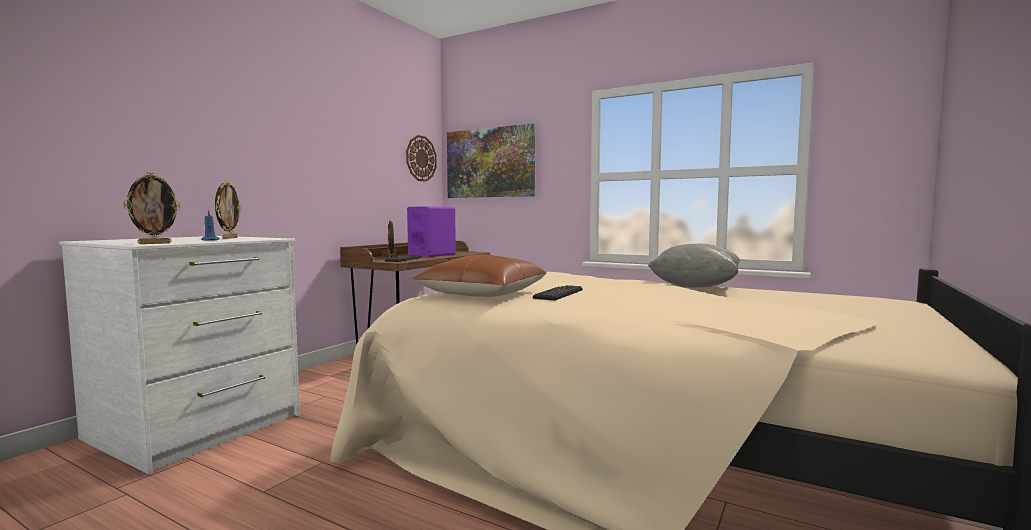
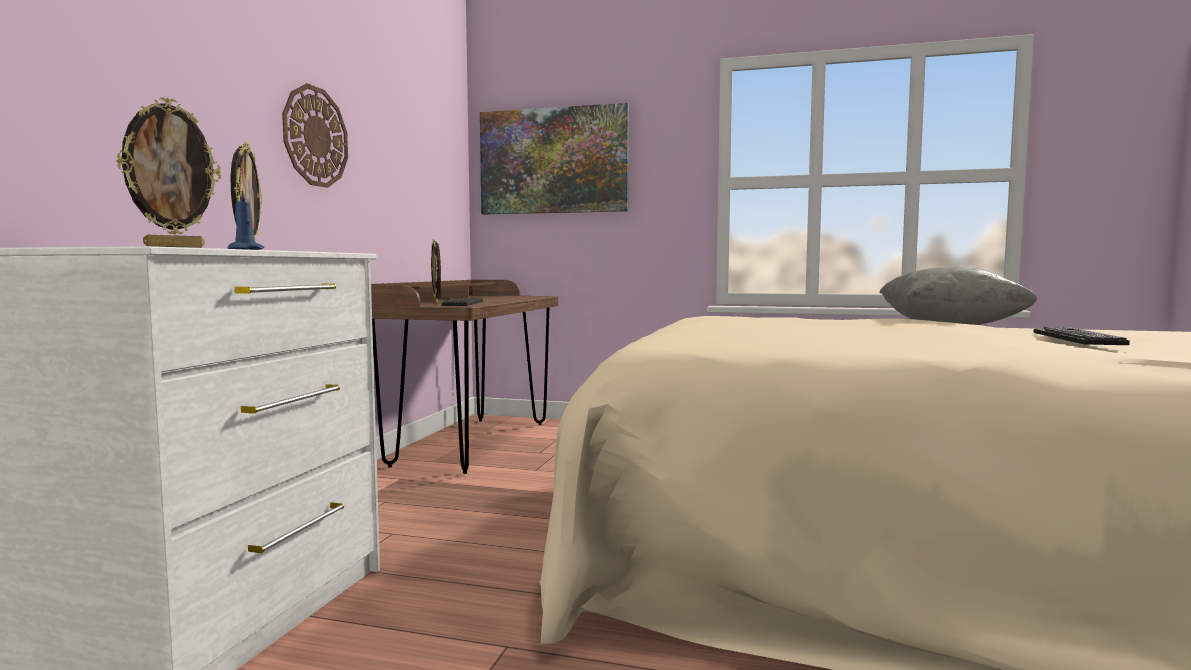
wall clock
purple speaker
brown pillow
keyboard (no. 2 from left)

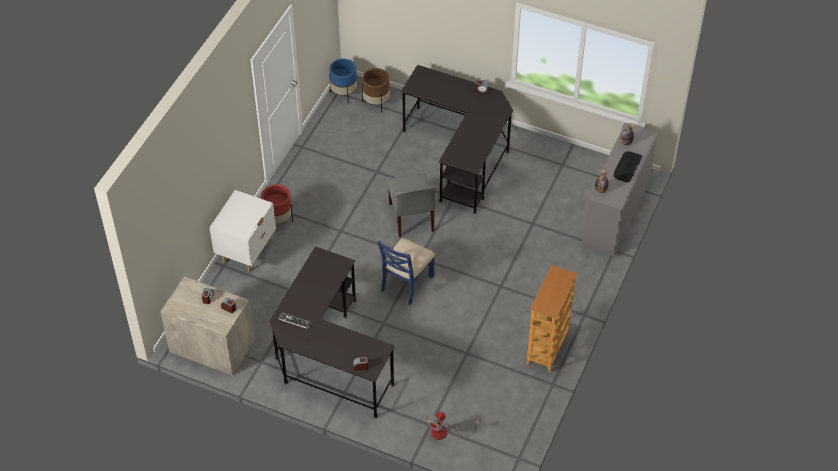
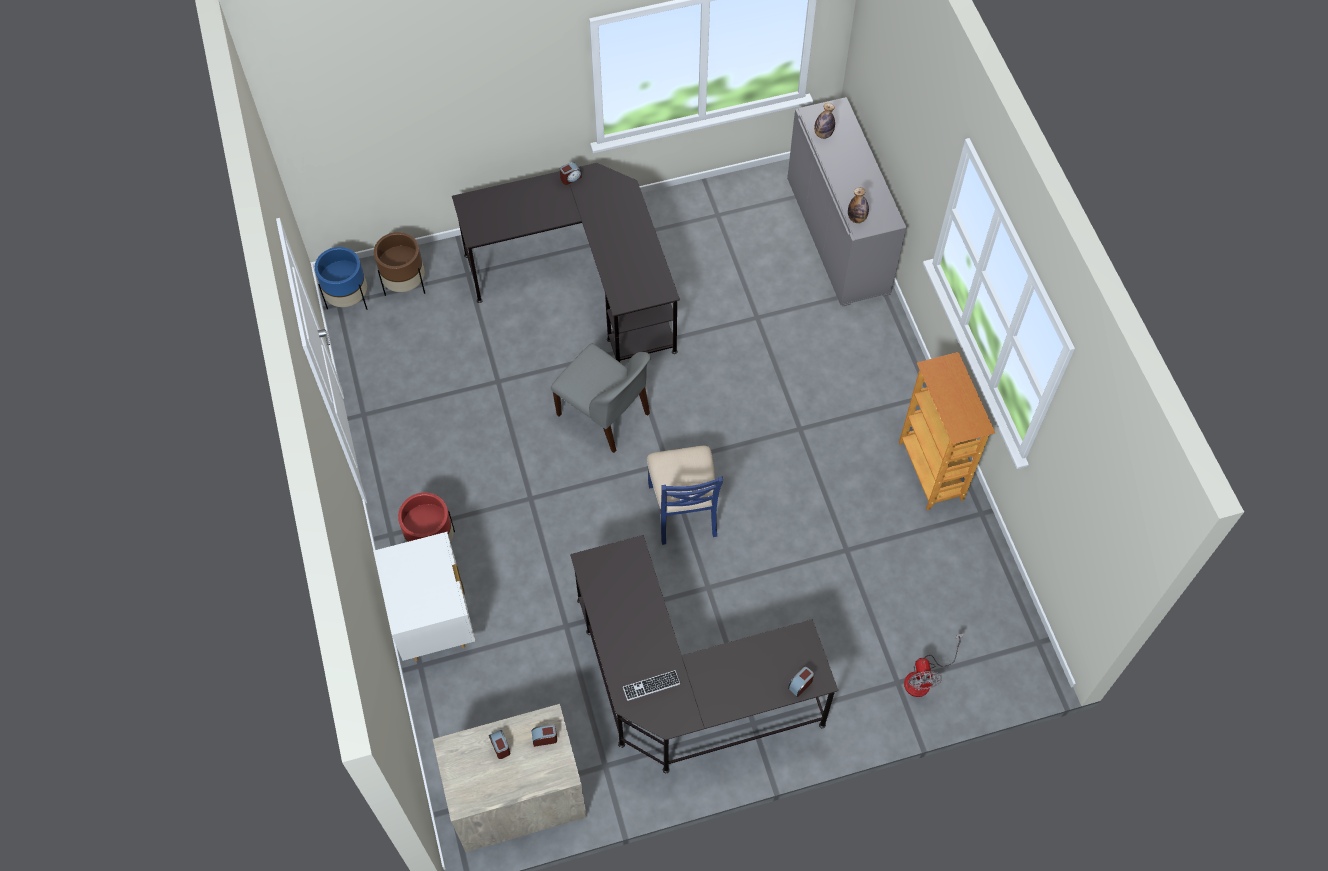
keyboard (no. 2 from left in the first image)

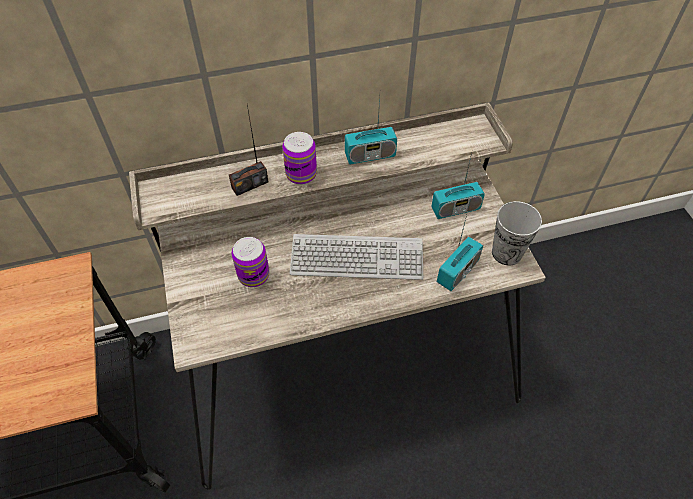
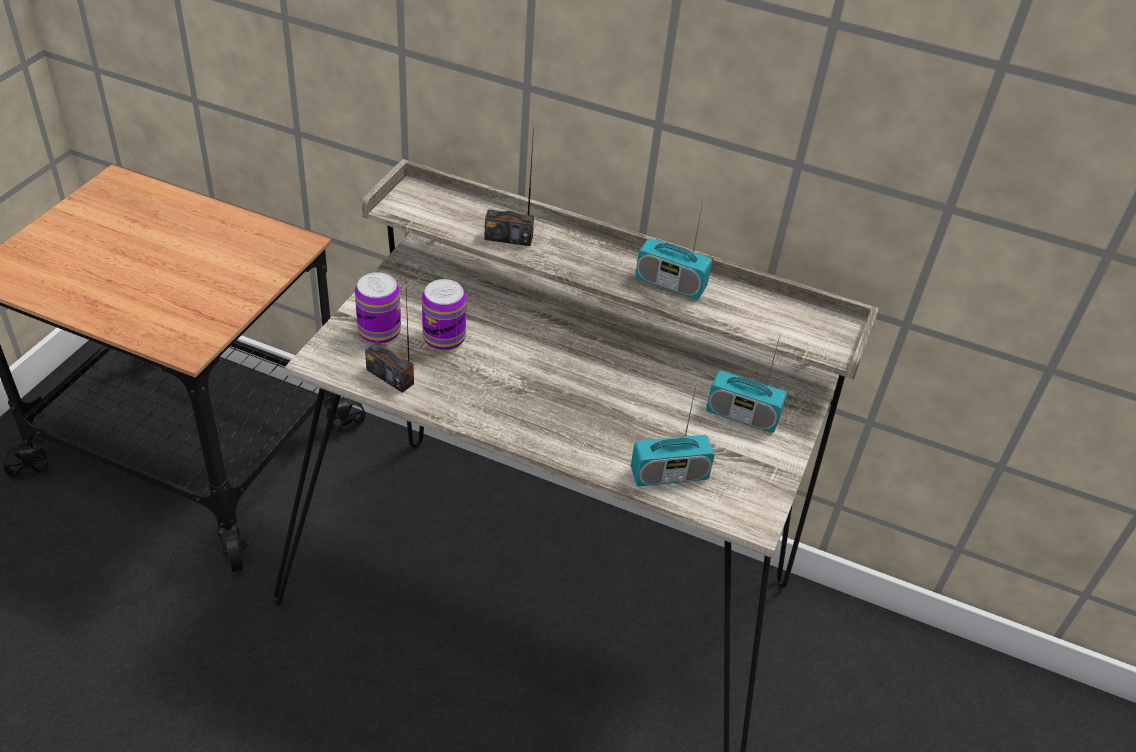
can (no. 1 from left)
cup
keyboard
radio (no. 1 from left)

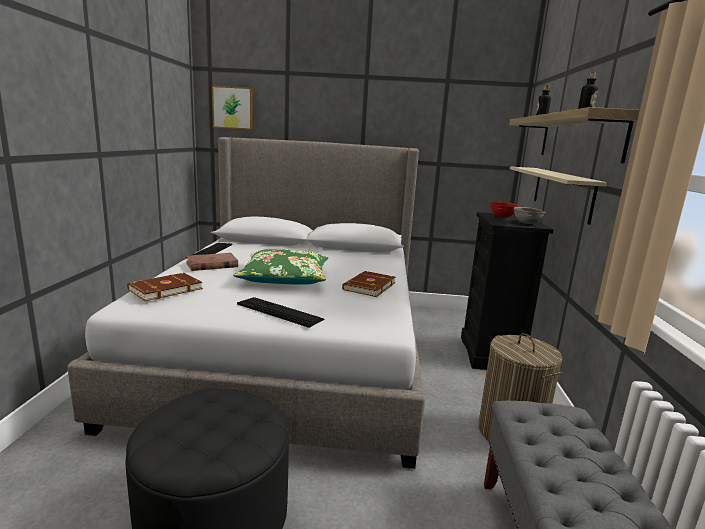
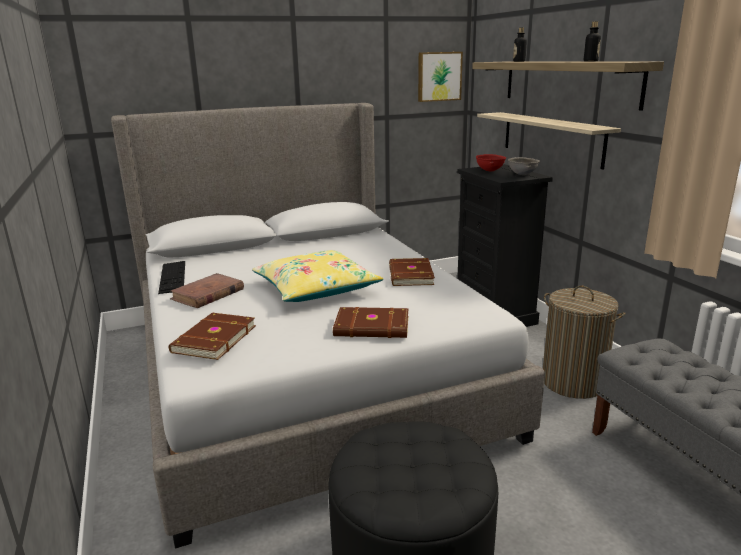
picture
yellow pillow
brown book (no. 3 from left)

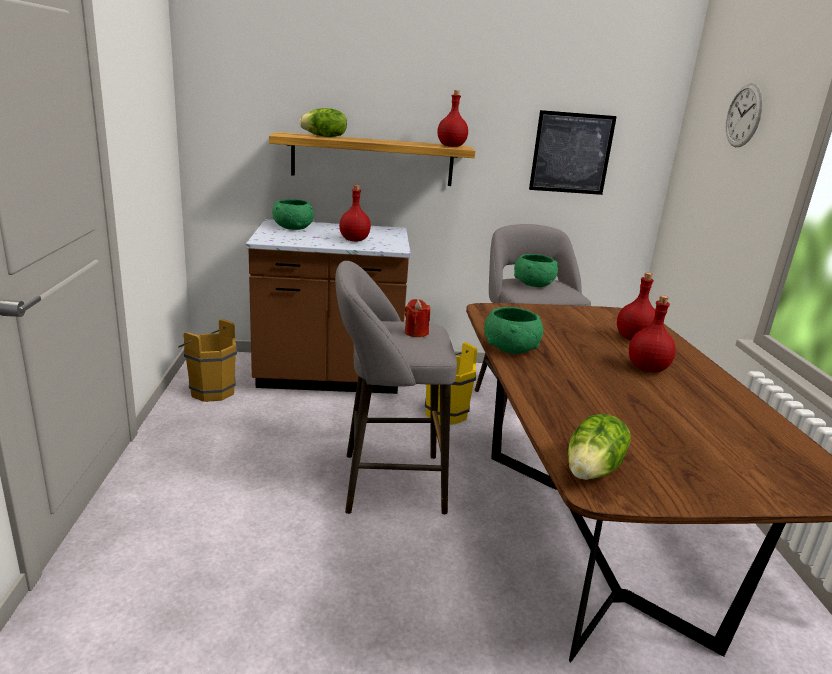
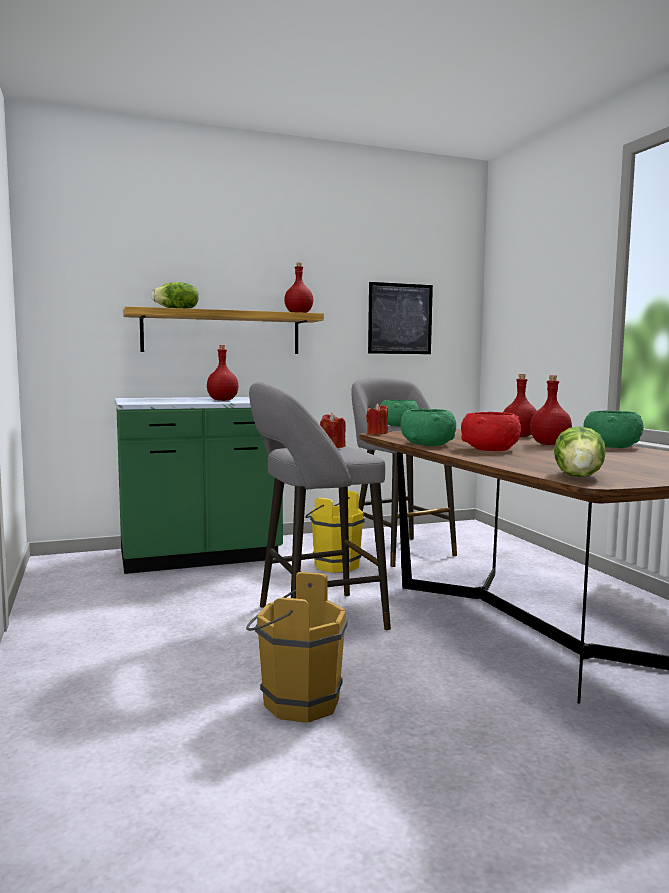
wall clock
green bowl (no. 3 from left)
green counter
brown bucket
red candle (no. 2 from left)
red bowl

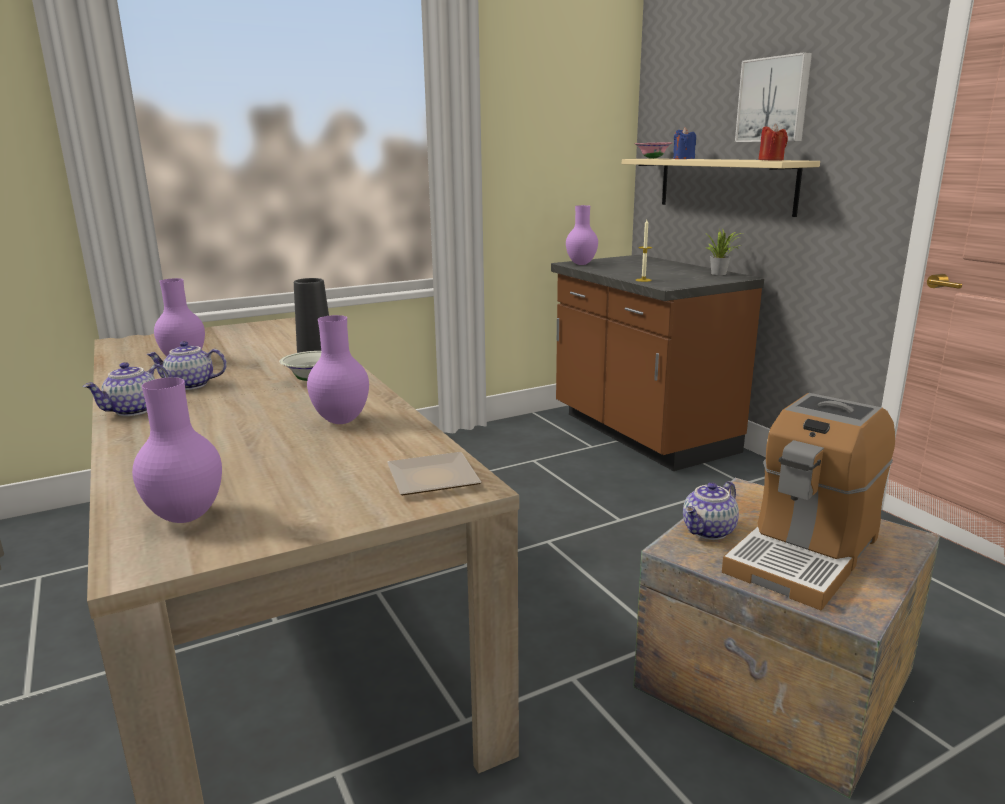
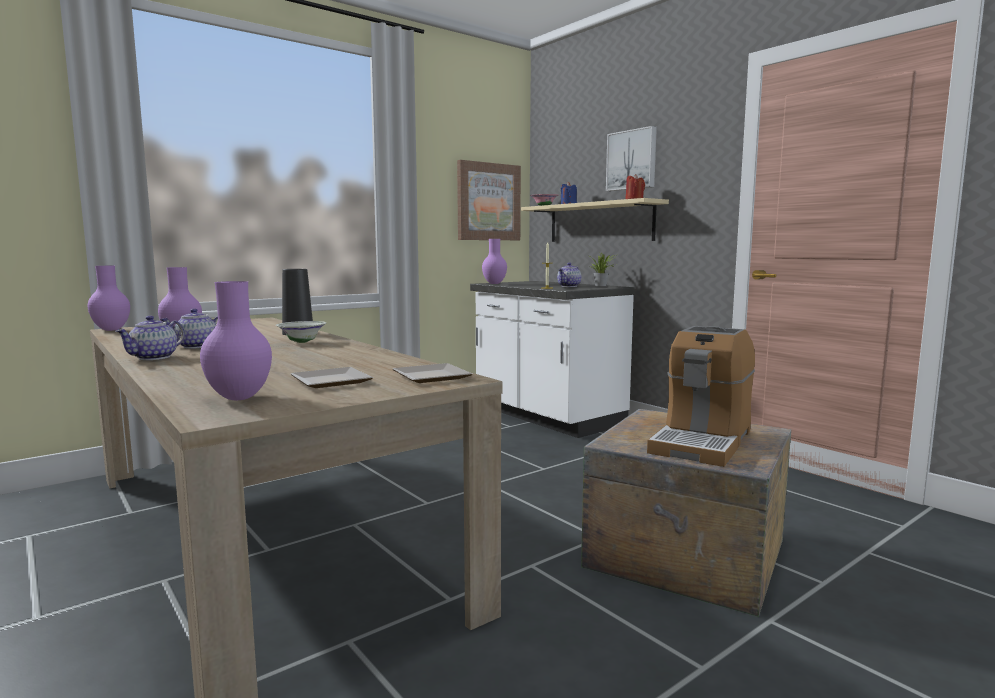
white counter
purple vase (no. 1 from left)
teapot (no. 3 from left)
picture (no. 1 from left)
plate (no. 1 from left)

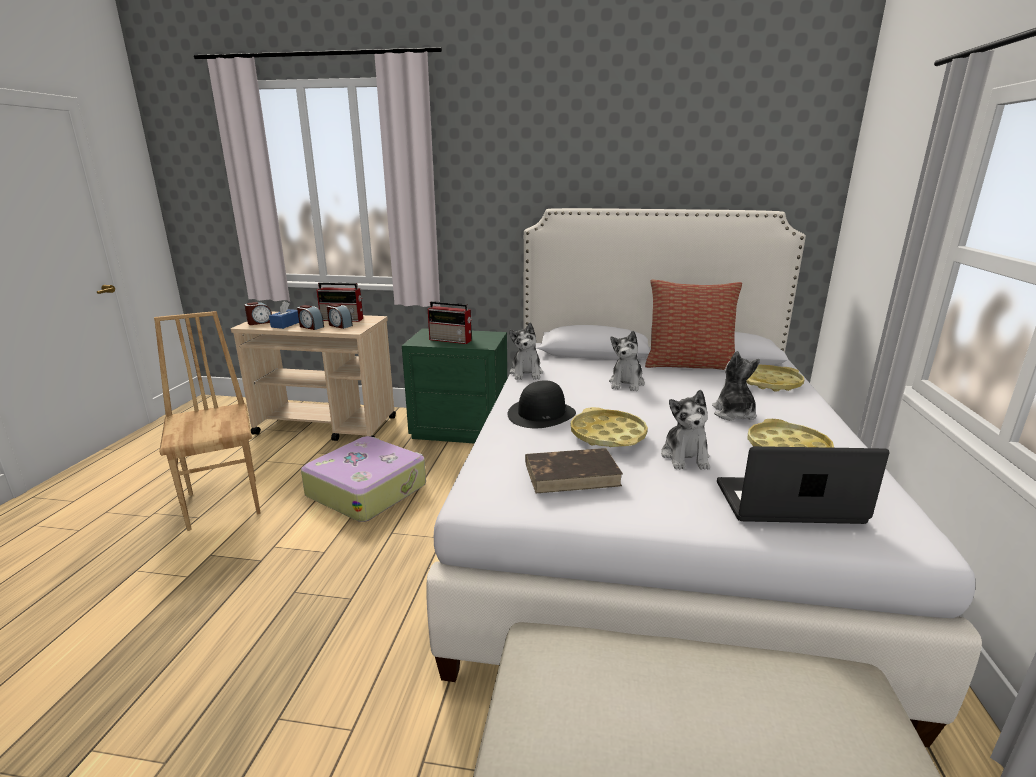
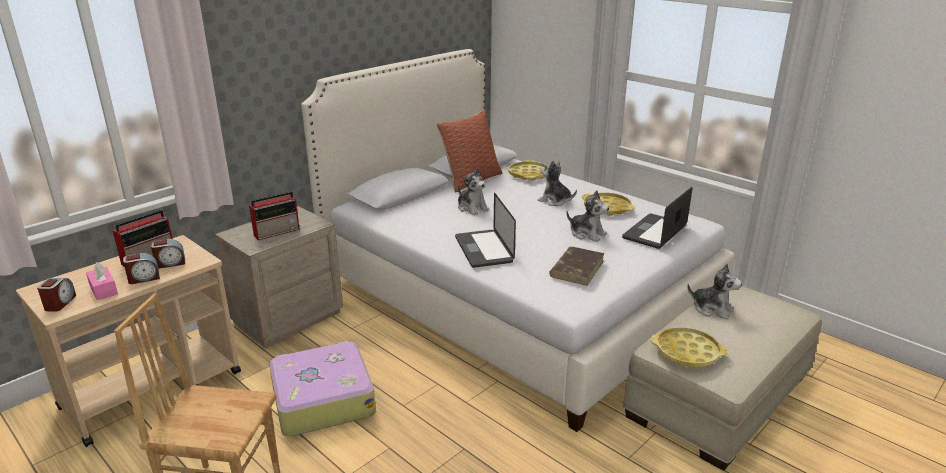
pink tissue box
plush toy (no. 4 from left)
beige nightstand
laptop (no. 1 from left)
yellow tray (no. 3 from left)

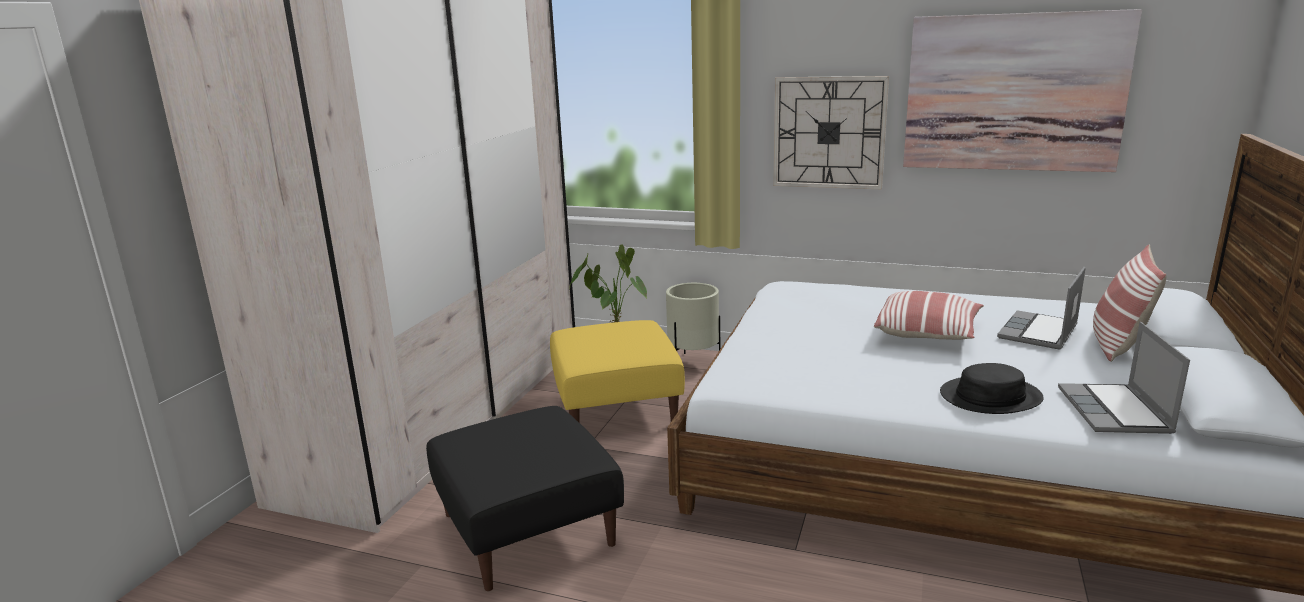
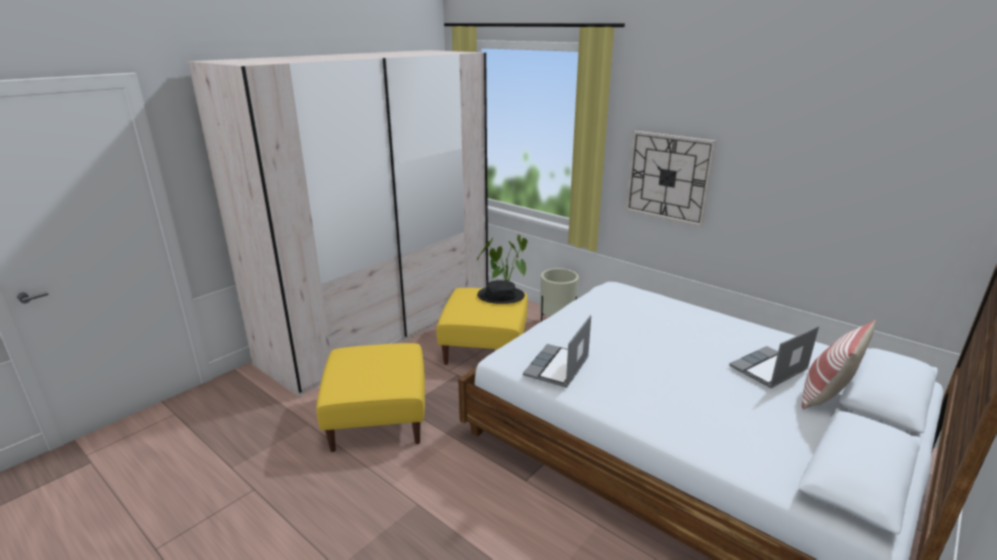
picture
pillow (no. 1 from left in the first image)
laptop (no. 1 from left)
black hat
yellow ottoman (no. 1 from left)

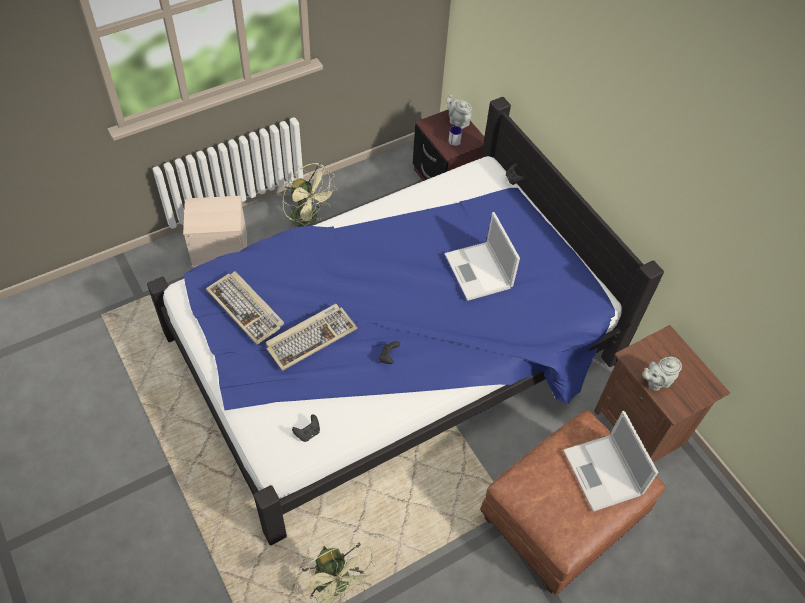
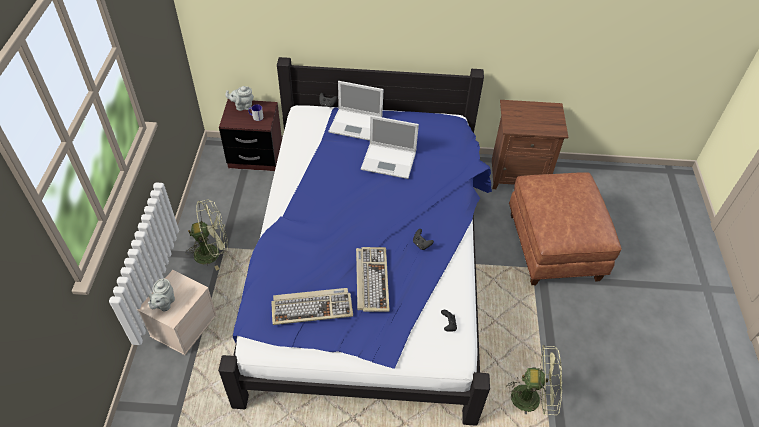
grey teapot (no. 1 from left)
laptop (no. 1 from left)

